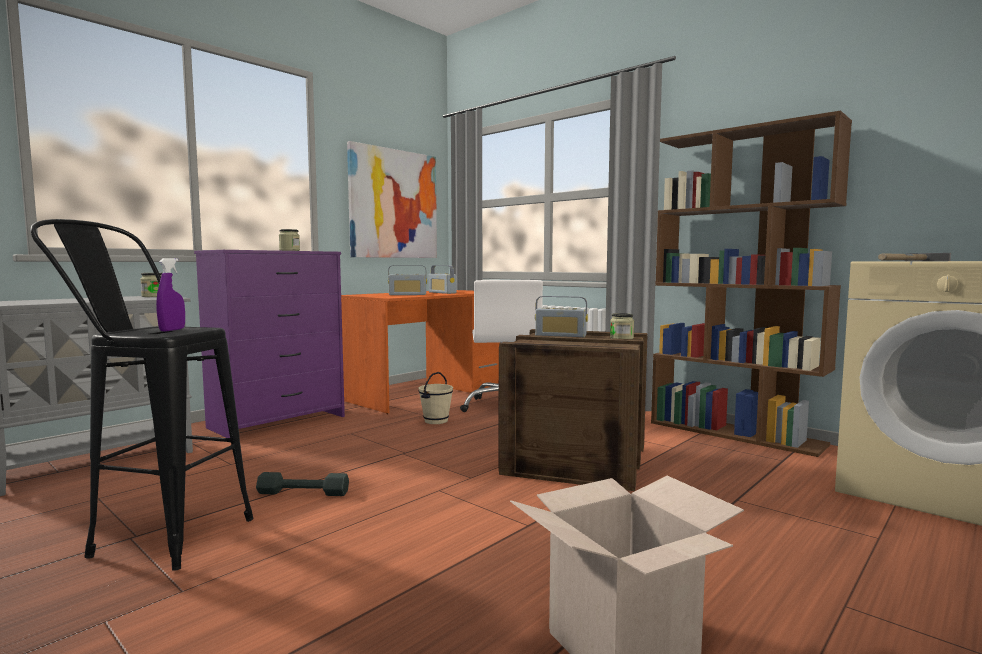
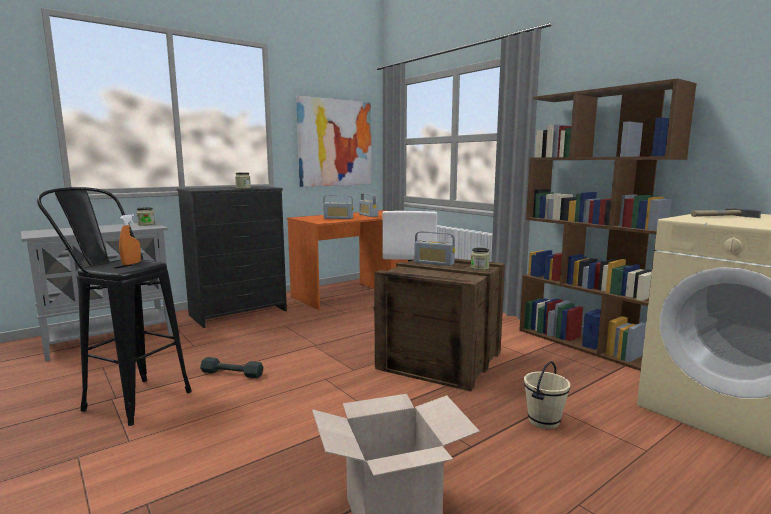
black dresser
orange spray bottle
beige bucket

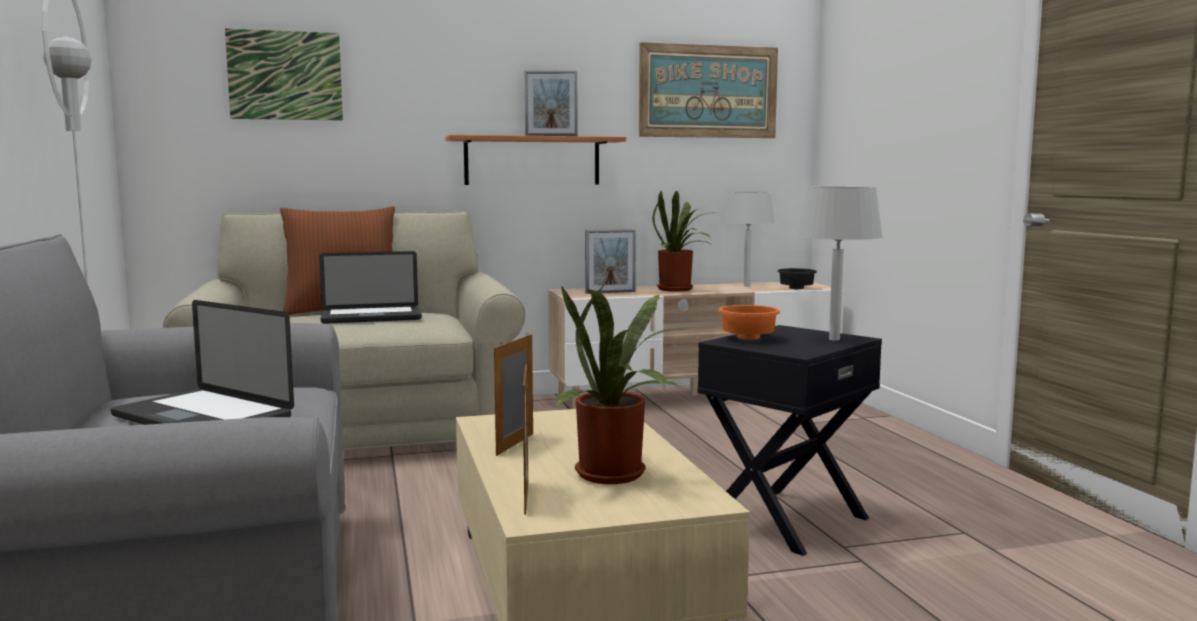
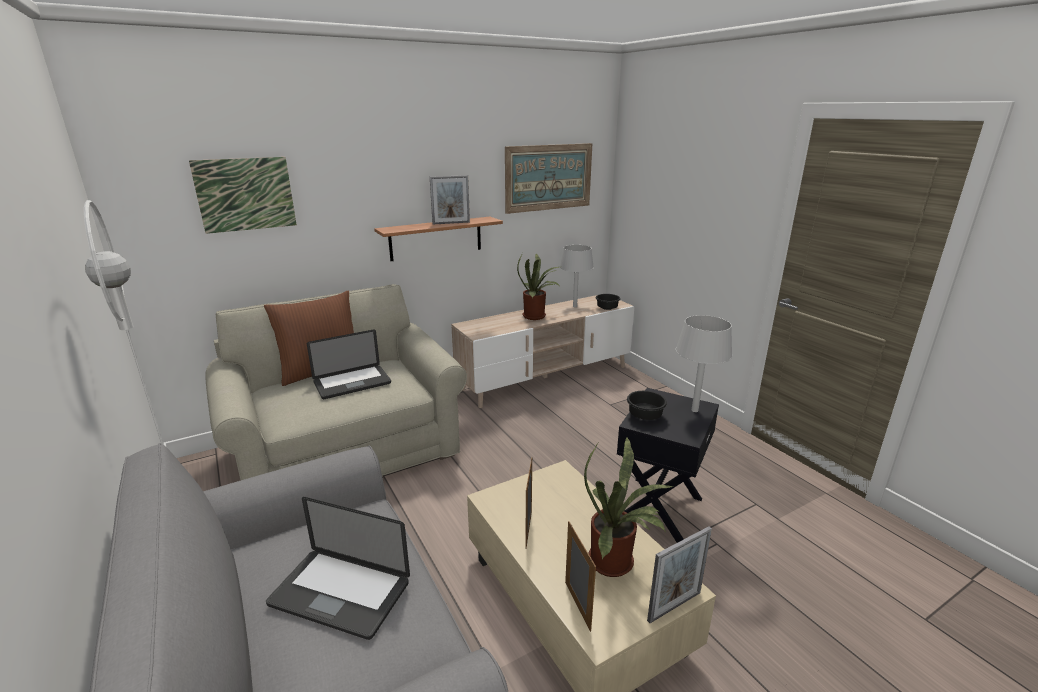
picture frame (no. 4 from left)
black bowl (no. 2 from left)

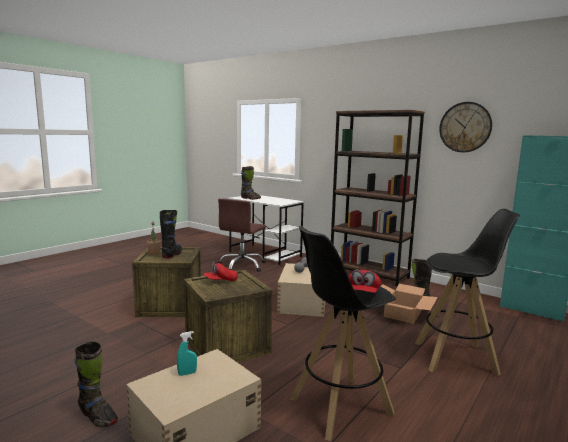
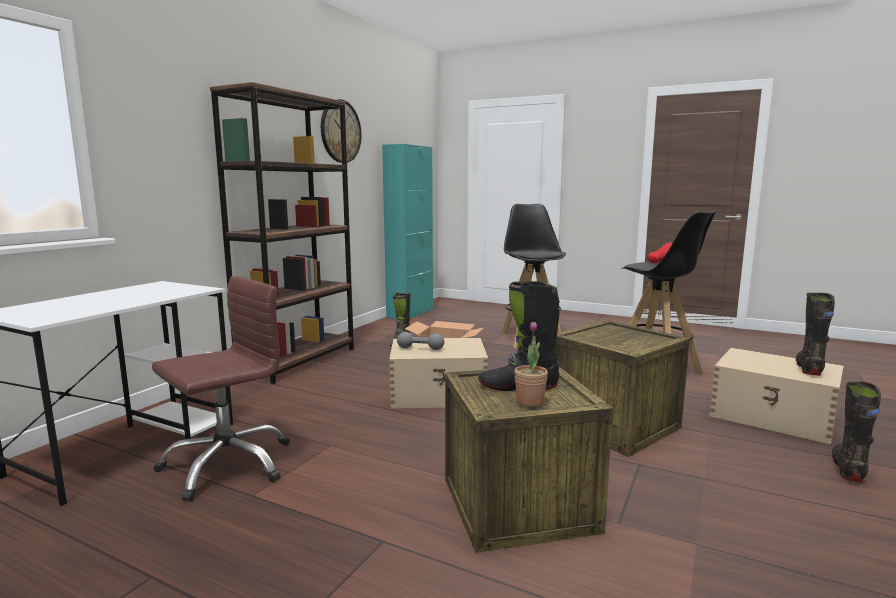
black boot (no. 3 from left)
brown office chair
red cap (no. 1 from left in the first image)
turquoise spray bottle

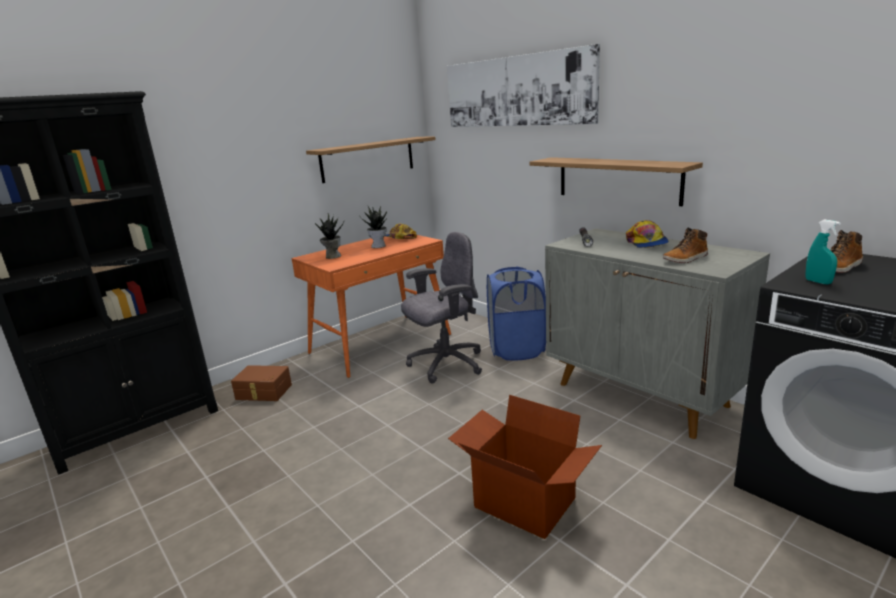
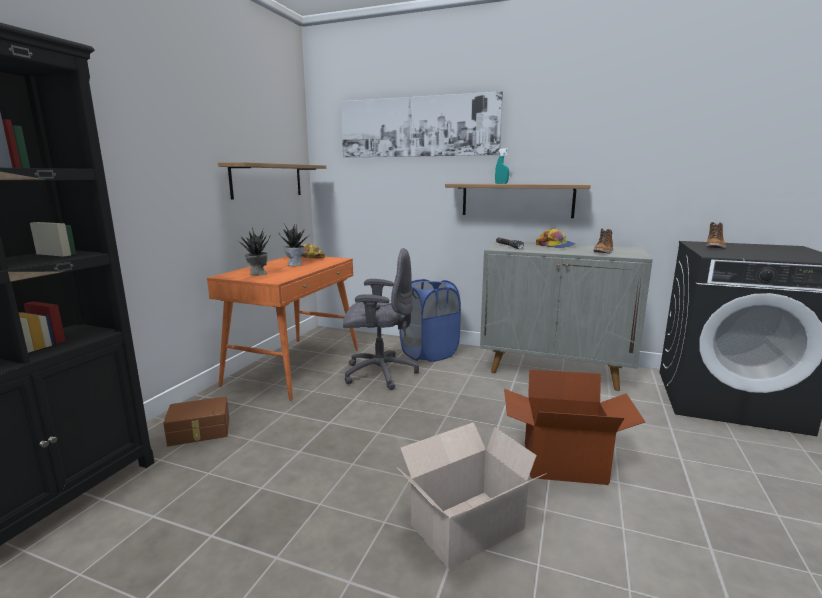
turquoise spray bottle
grey office chair
cardboard box (no. 1 from left)

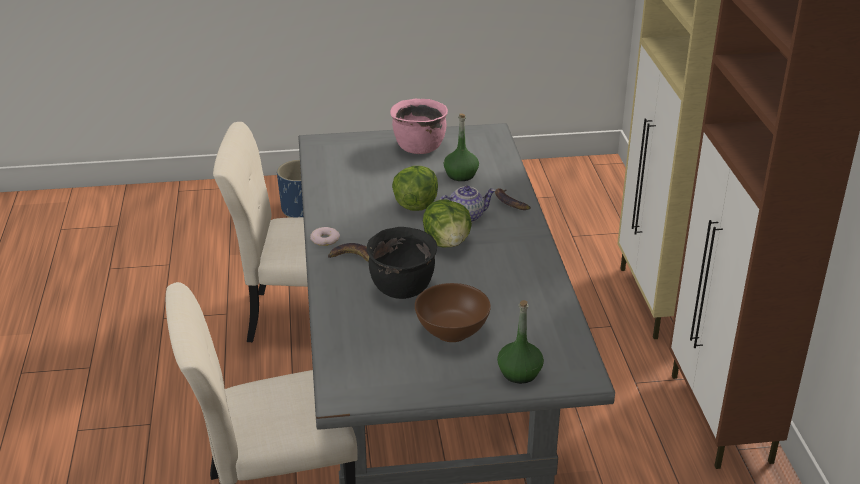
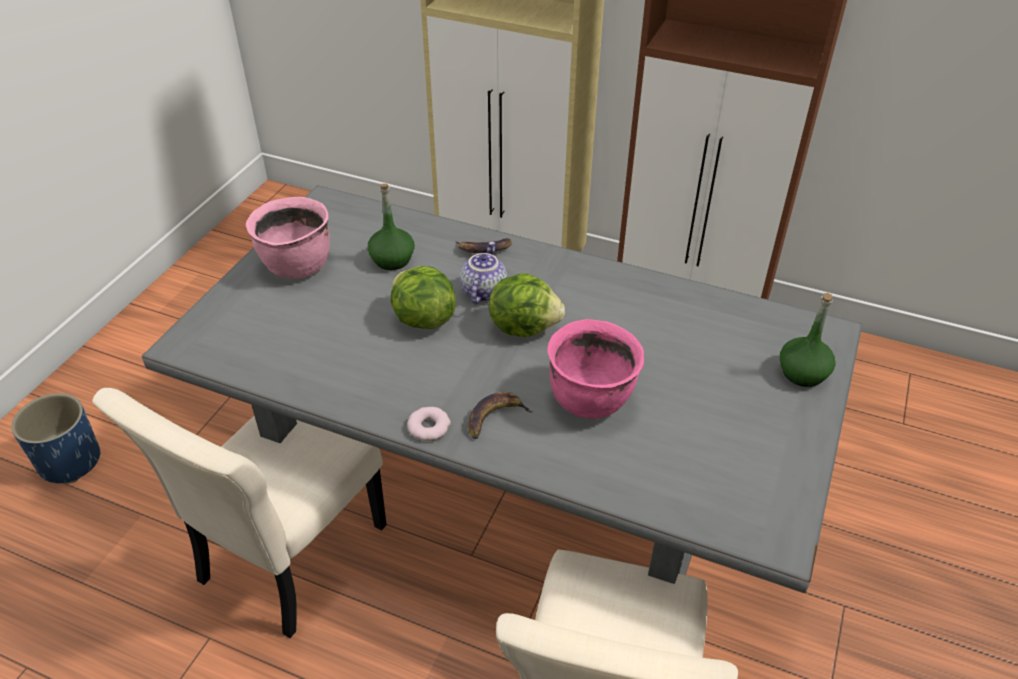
pink cooking pot (no. 2 from left)
brown bowl

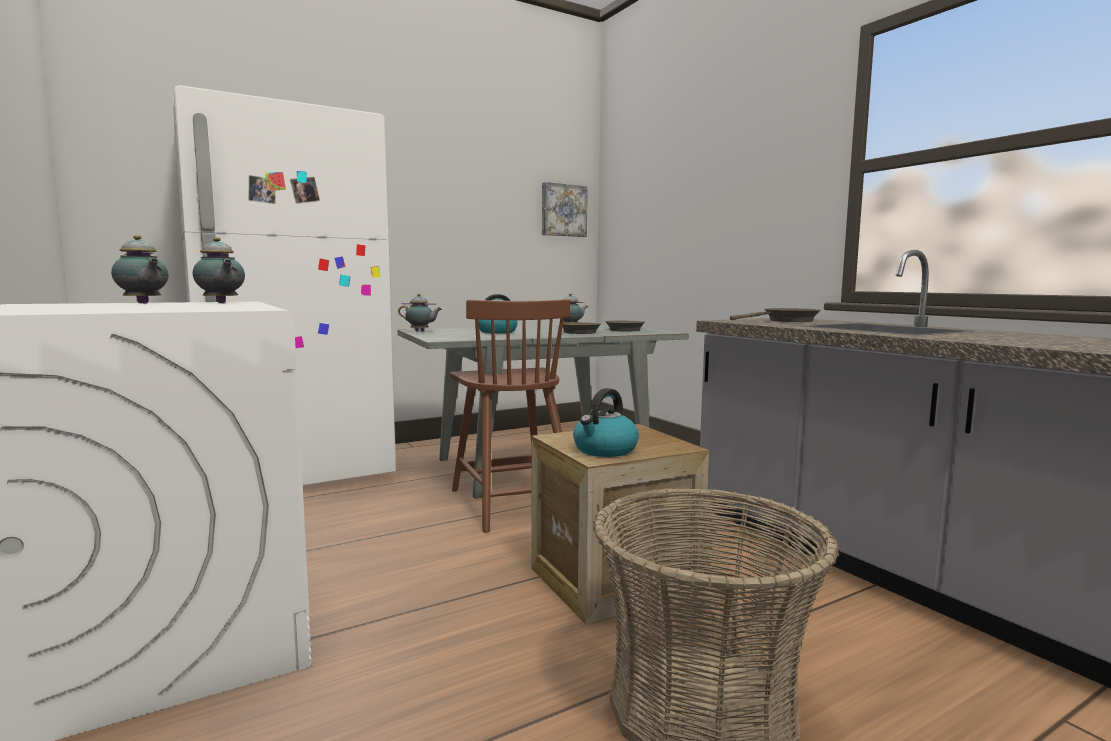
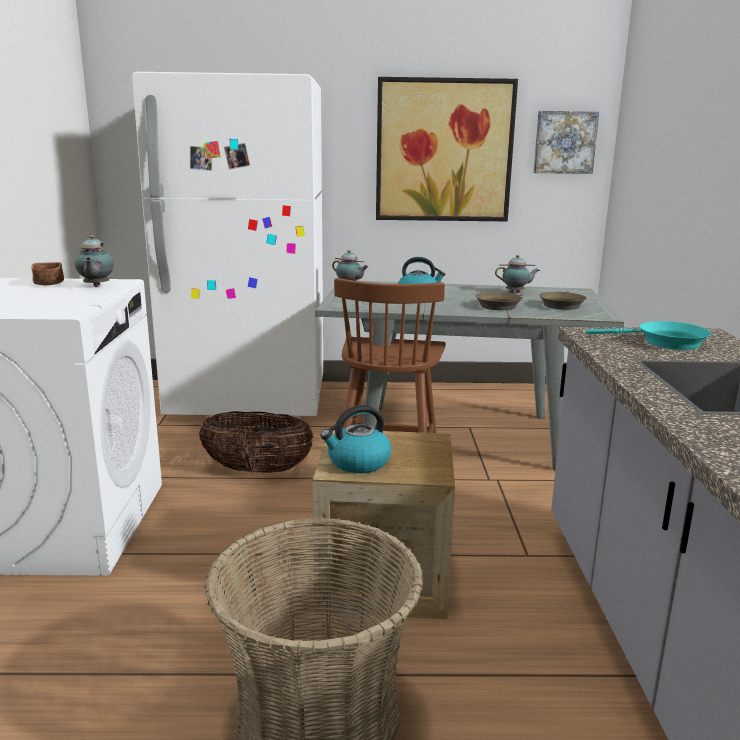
brown bowl
turquoise frying pan
picture (no. 1 from left)
basket (no. 1 from left)

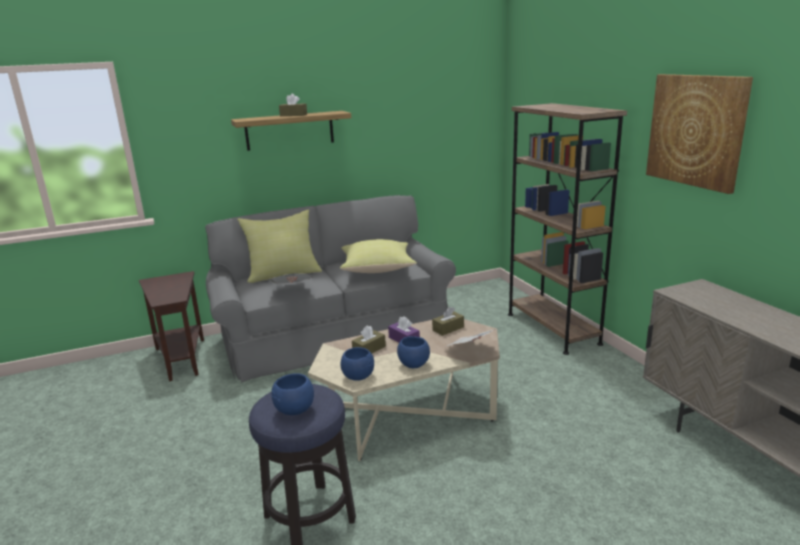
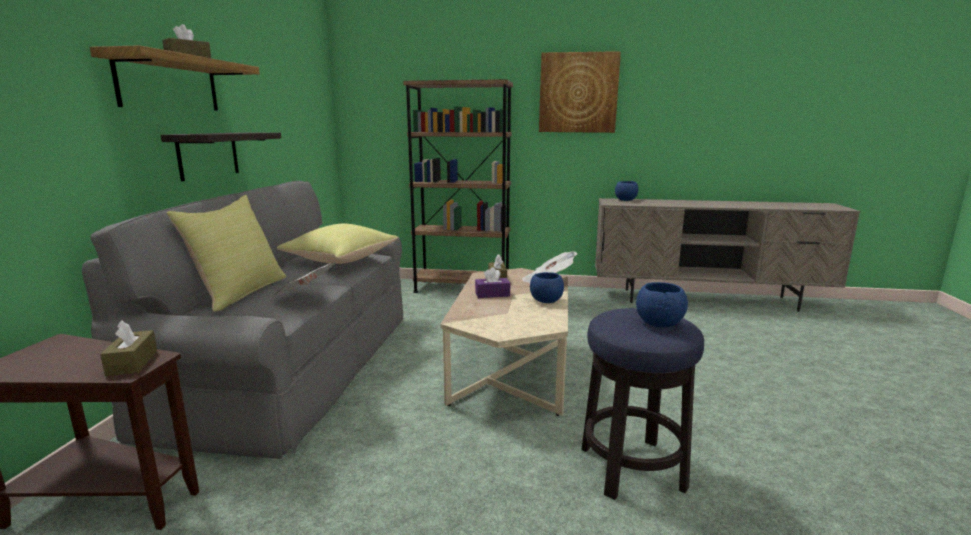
brown tissue box (no. 1 from left)
blue bowl (no. 2 from left)
shelf (no. 2 from left)

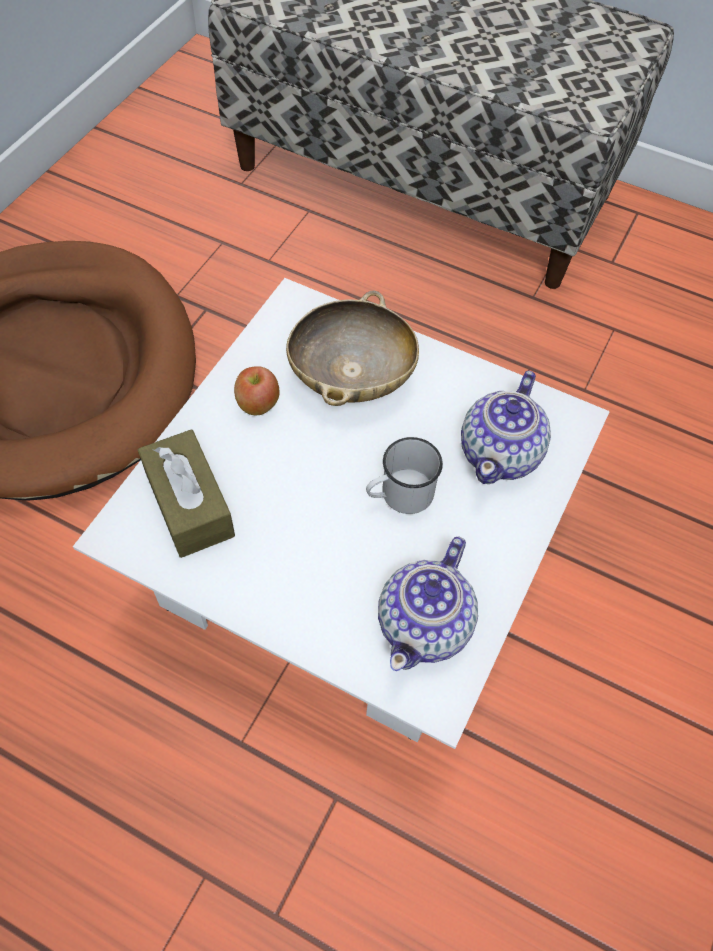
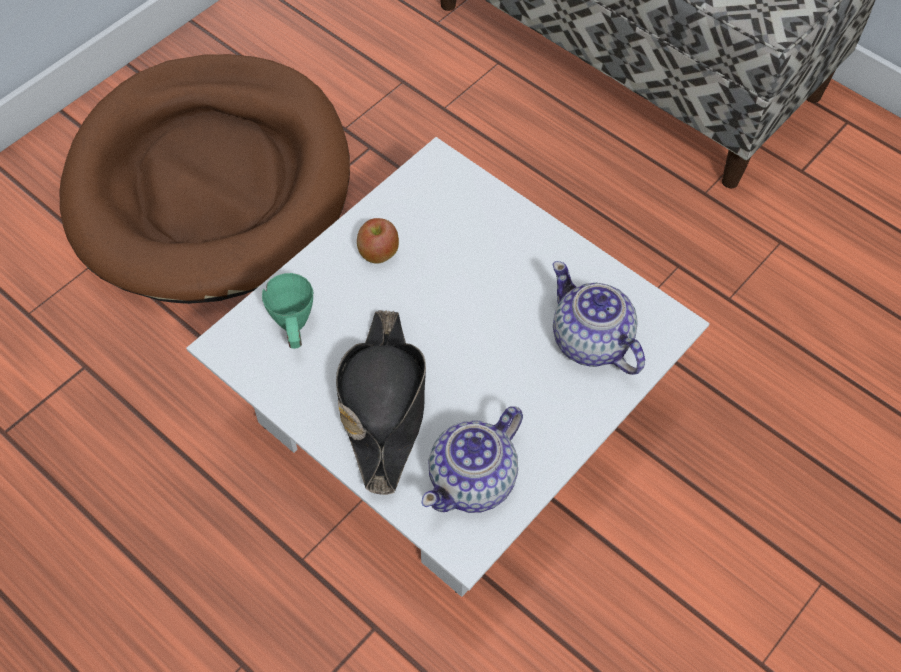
beige bowl
teapot (no. 2 from left)
green mug
white mug
black hat

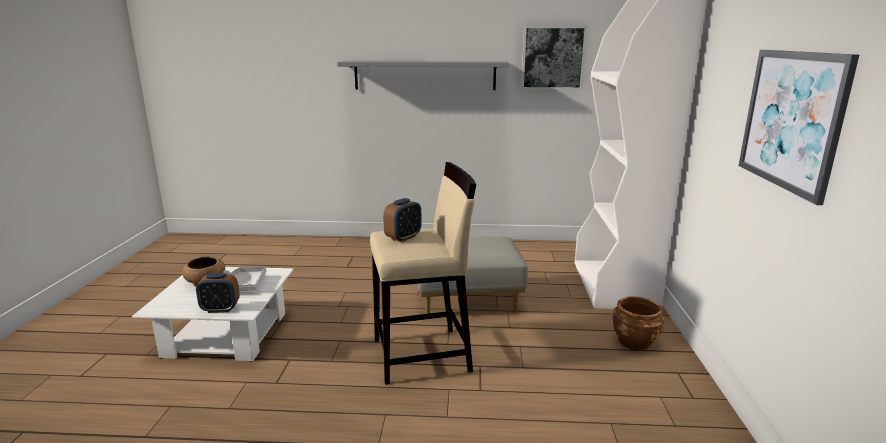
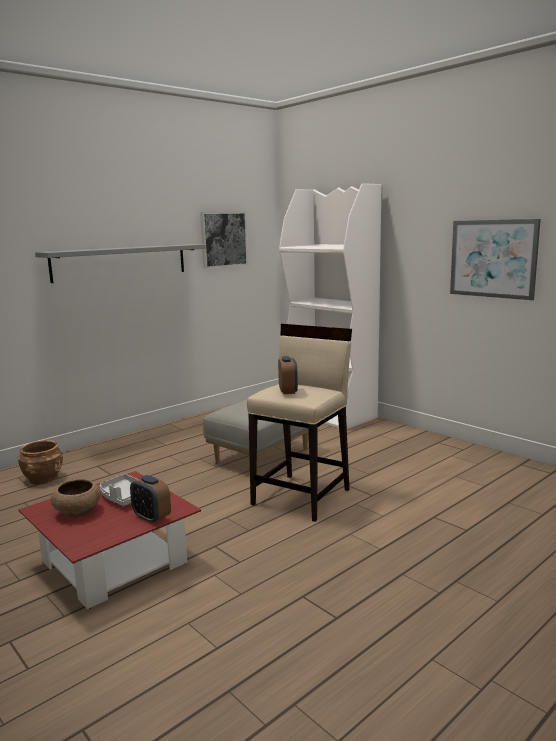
red coffee table
alarm clock (no. 1 from left)
brown planter

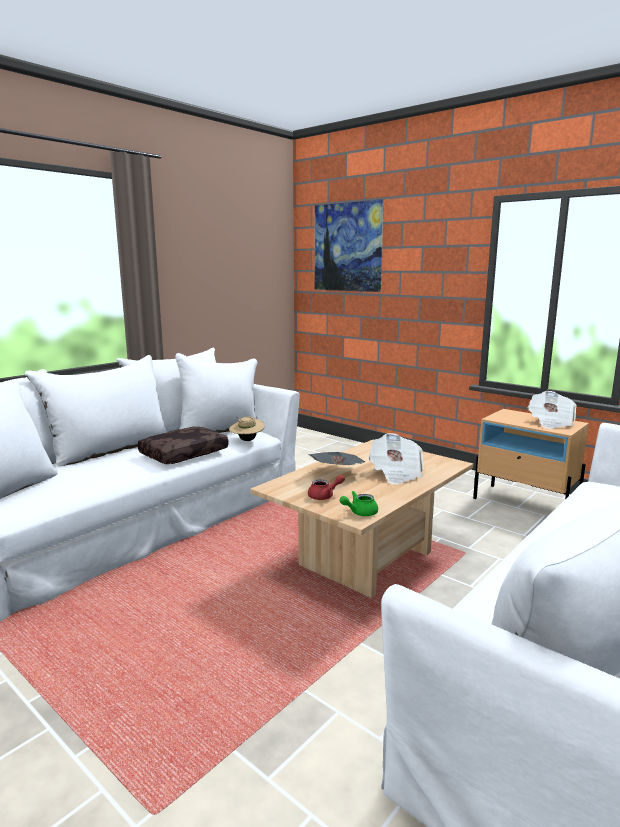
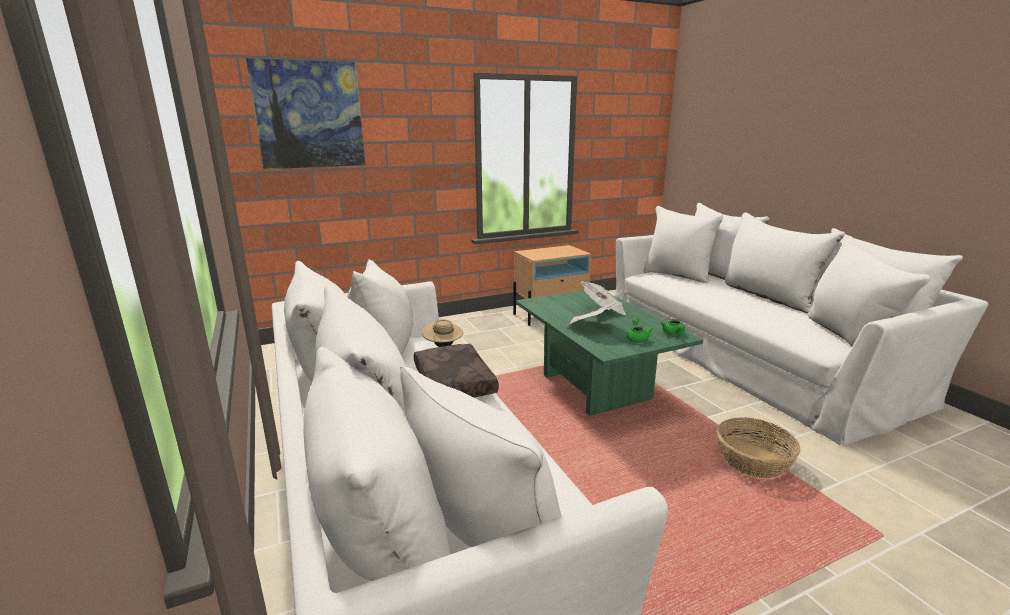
newspaper (no. 3 from left in the first image)
green coffee table
green teapot (no. 1 from left)
basket

